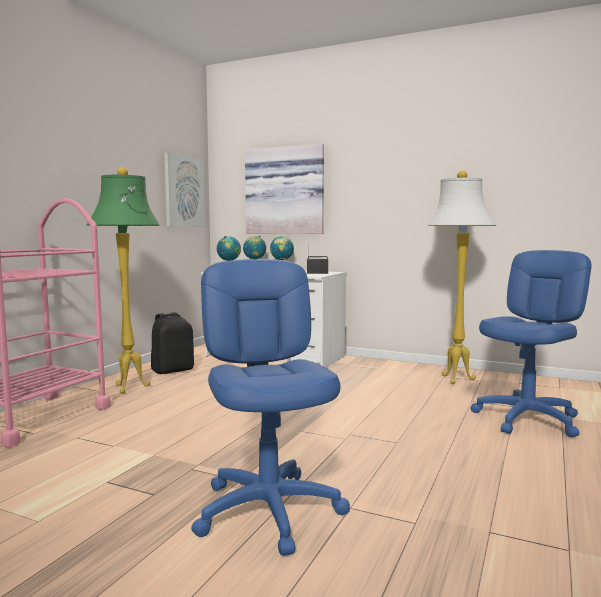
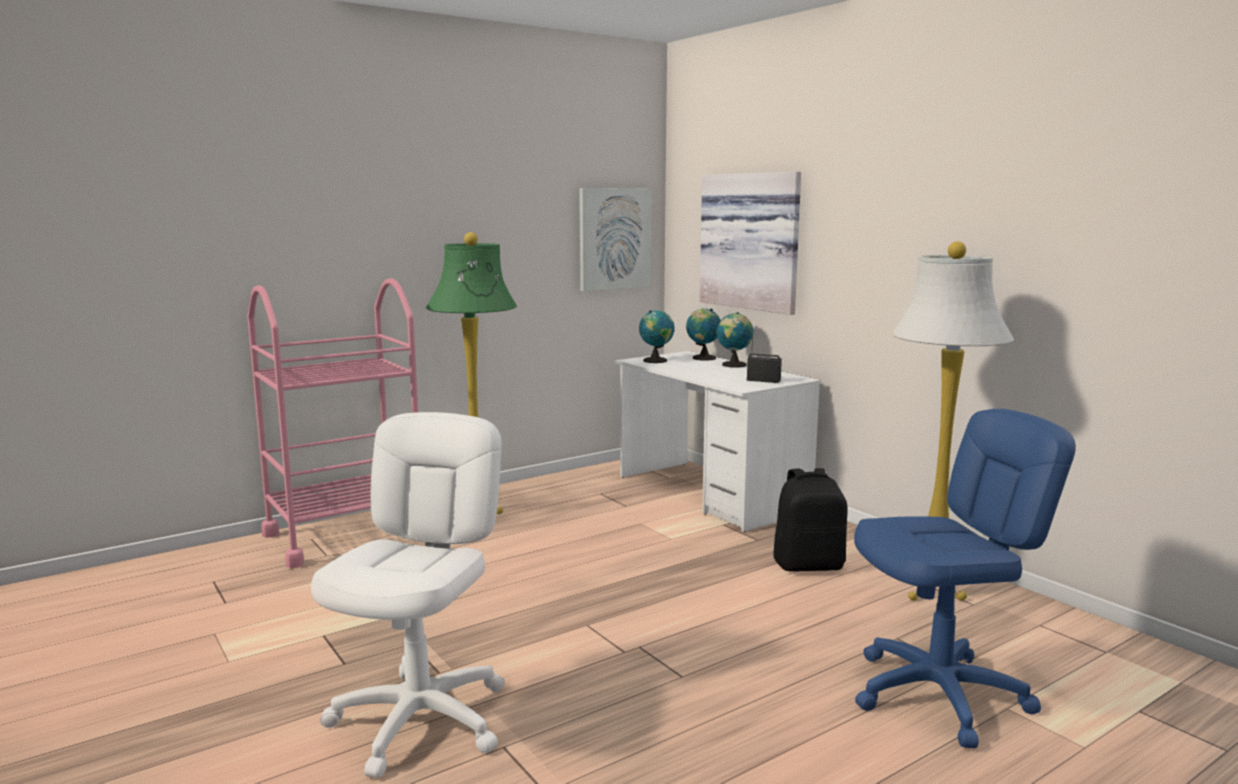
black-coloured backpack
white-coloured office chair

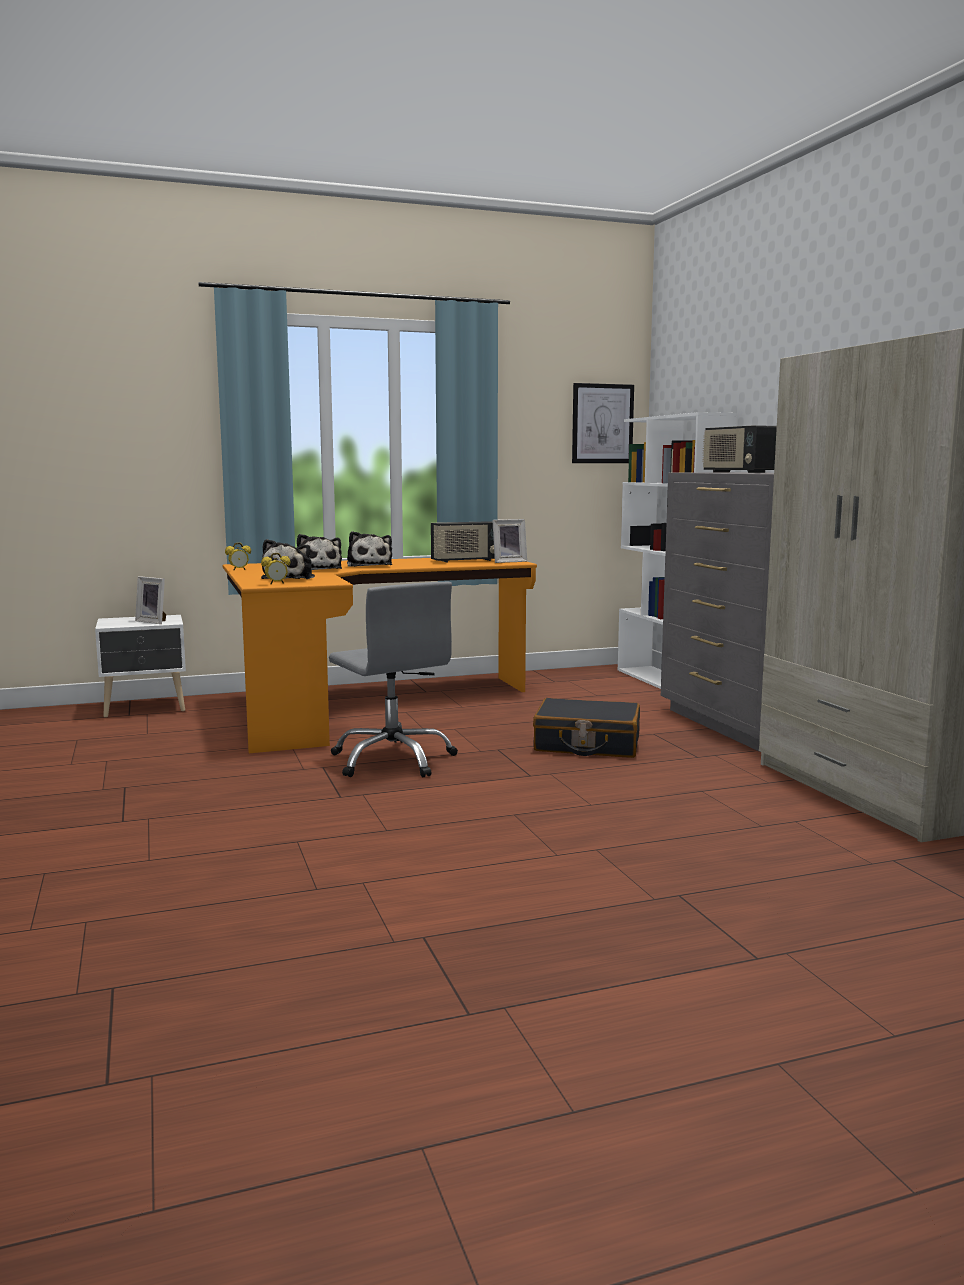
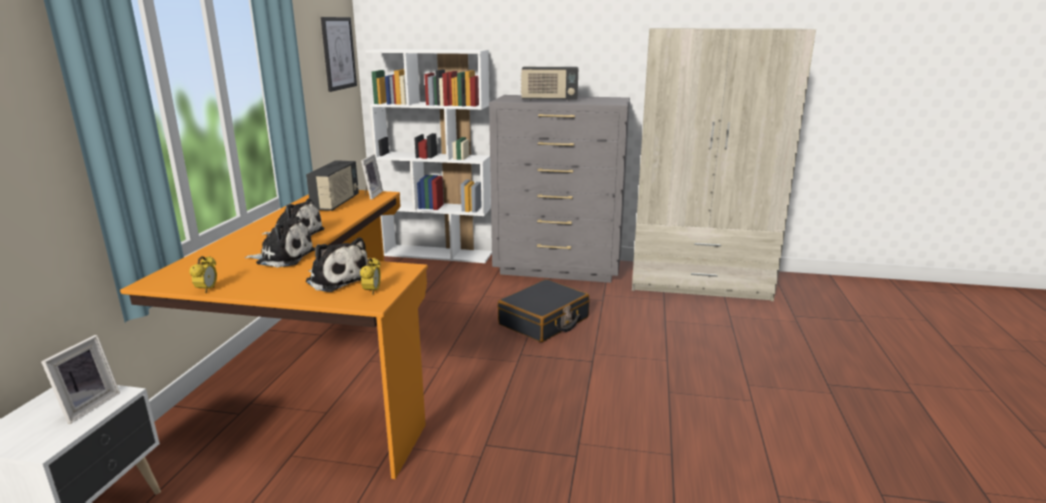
greyish office chair
picture frame (no. 1 from left)

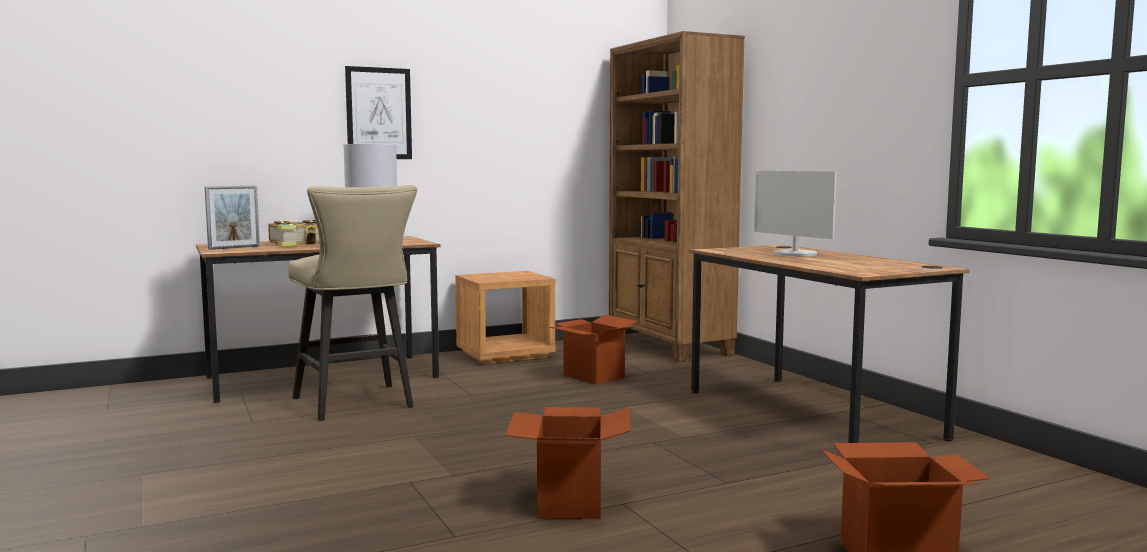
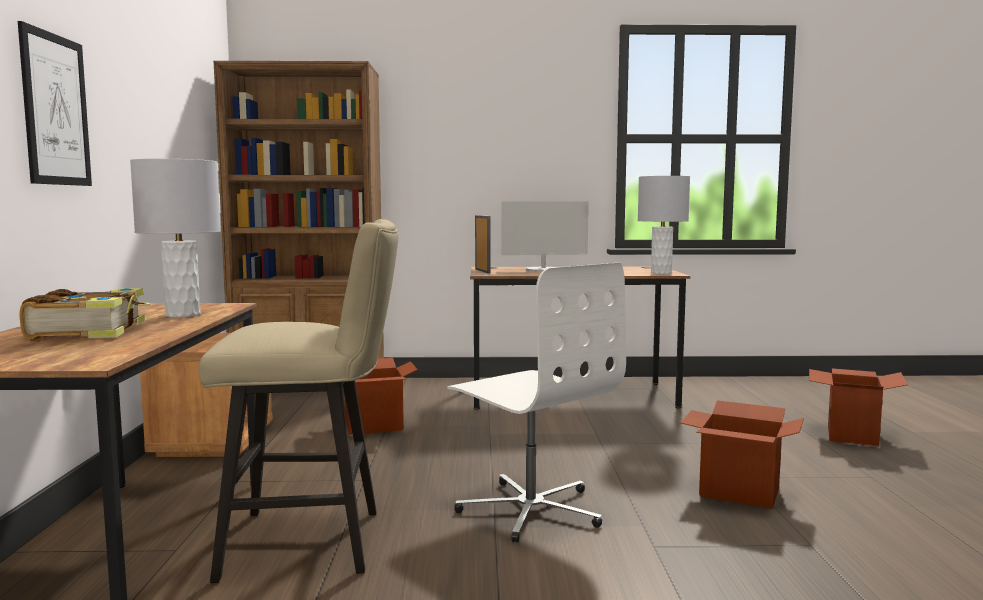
white-coloured office chair
greyish lamp for a table (no. 2 from left)
picture frame

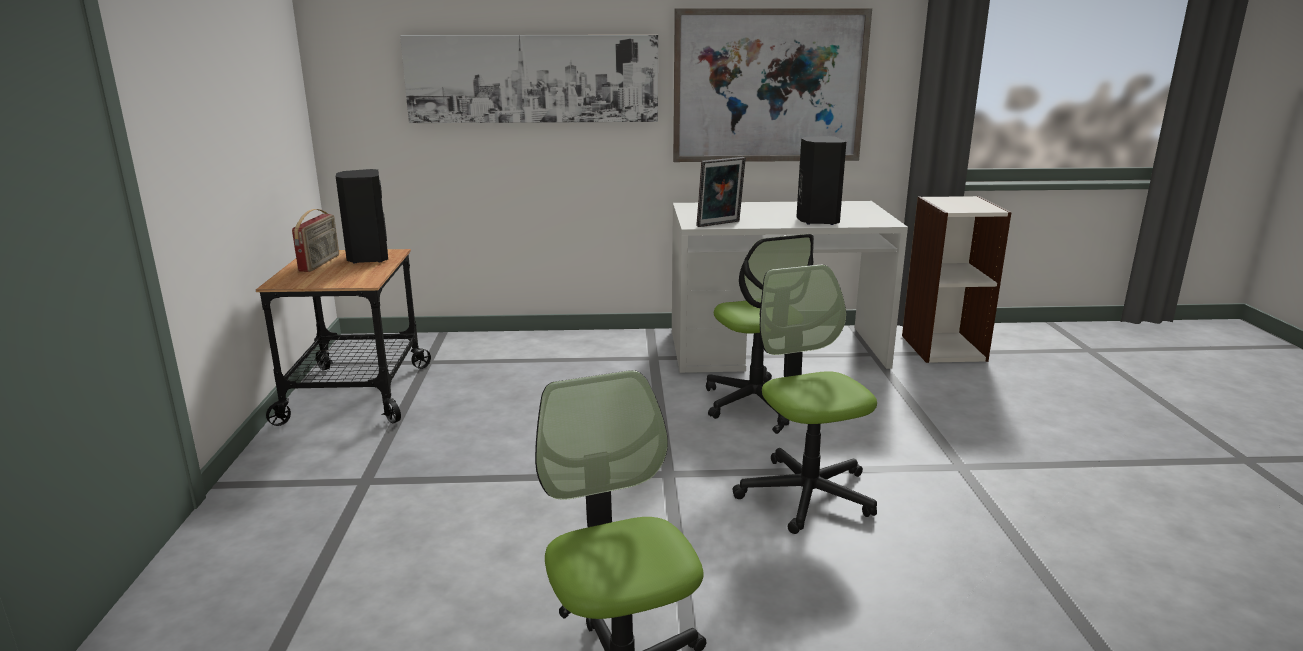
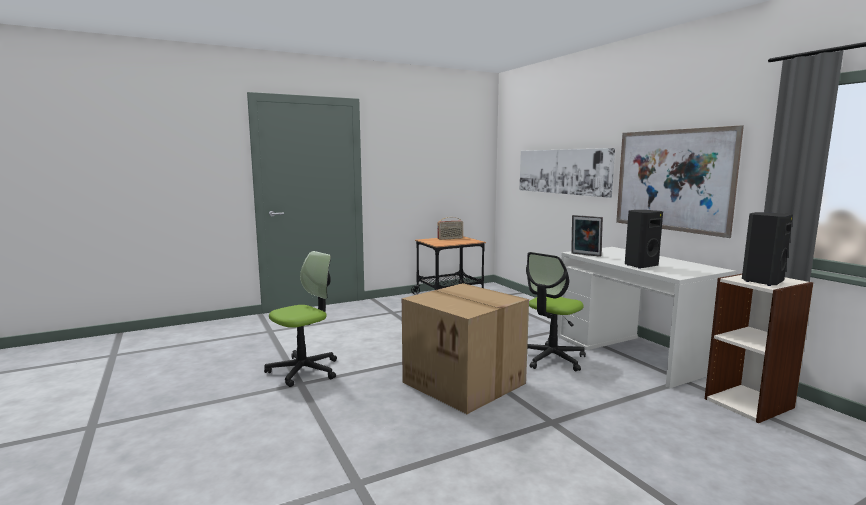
black-coloured loudspeaker (no. 2 from left)
cardboard box

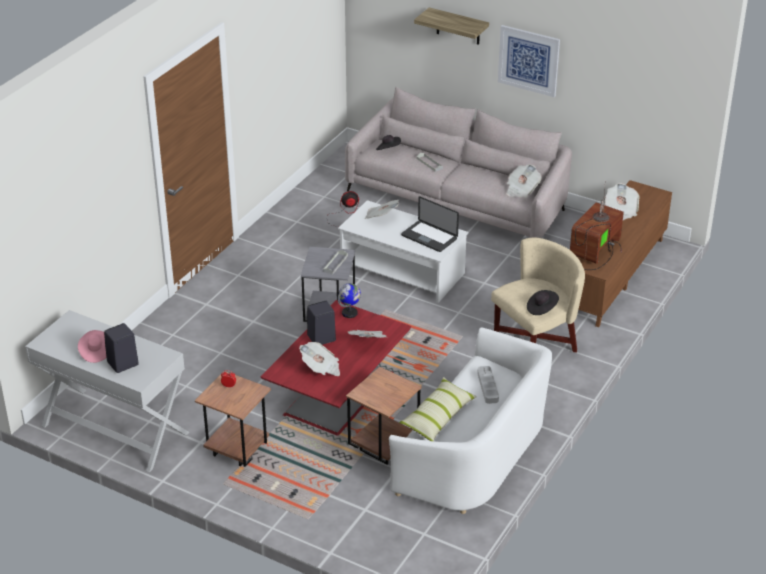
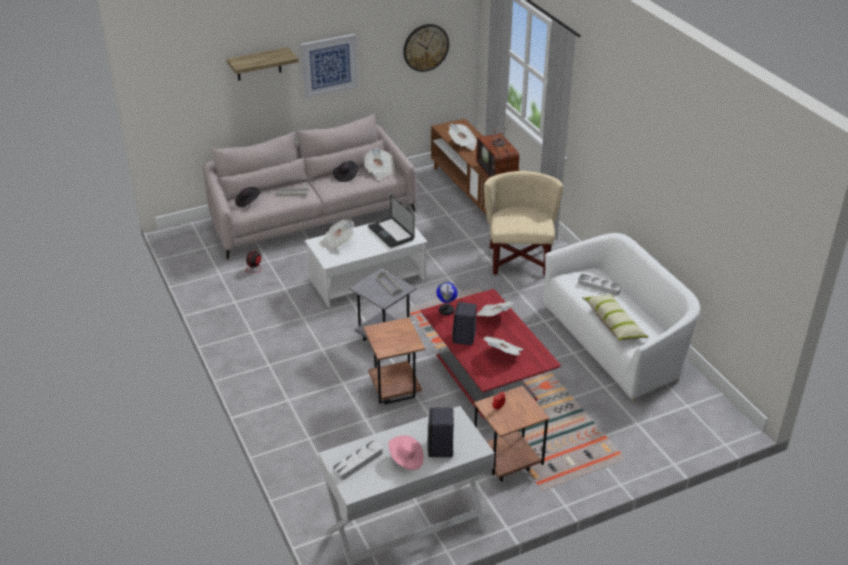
greyish carrying tray (no. 2 from left)
hanging clock
brown side table (no. 1 from left)
black-coloured clothing hat (no. 2 from left)
laptop

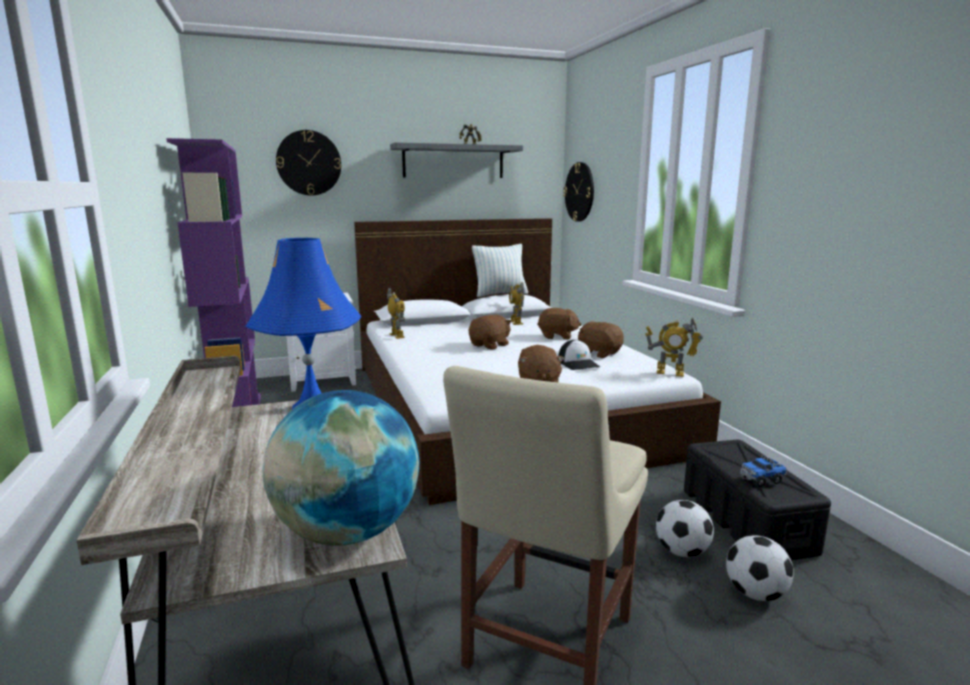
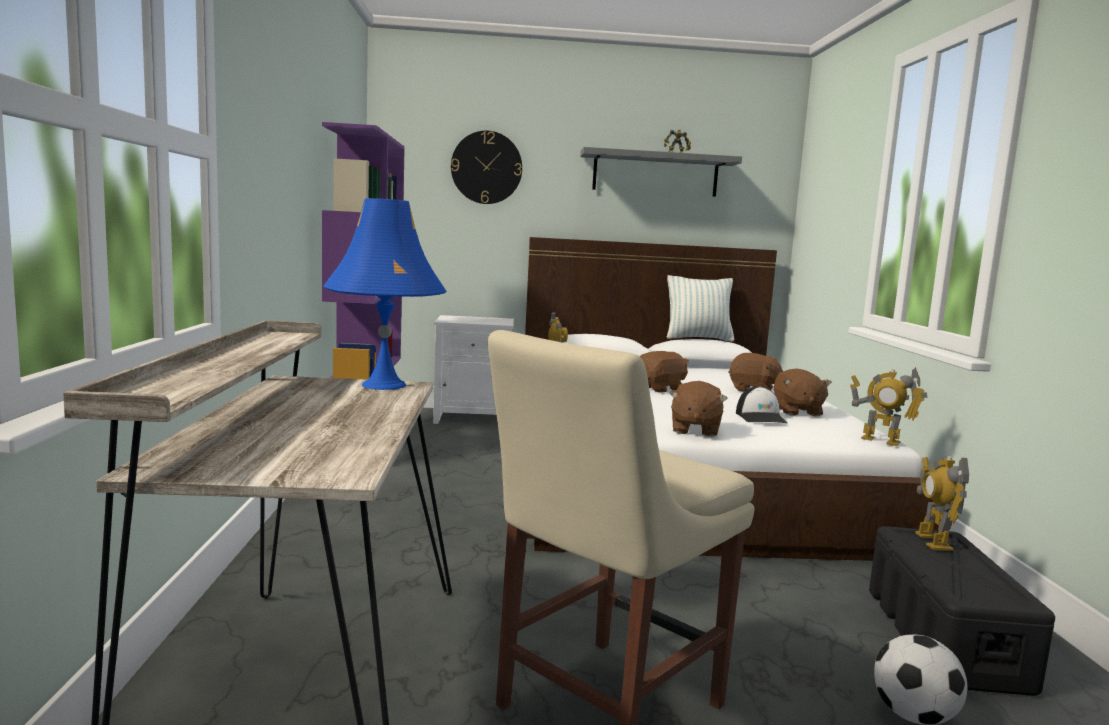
world globe
hanging clock (no. 2 from left in the first image)
ball for football (no. 1 from left in the first image)
toy lorry
robot figure (no. 4 from left)
brown cuddly toy (no. 4 from left)

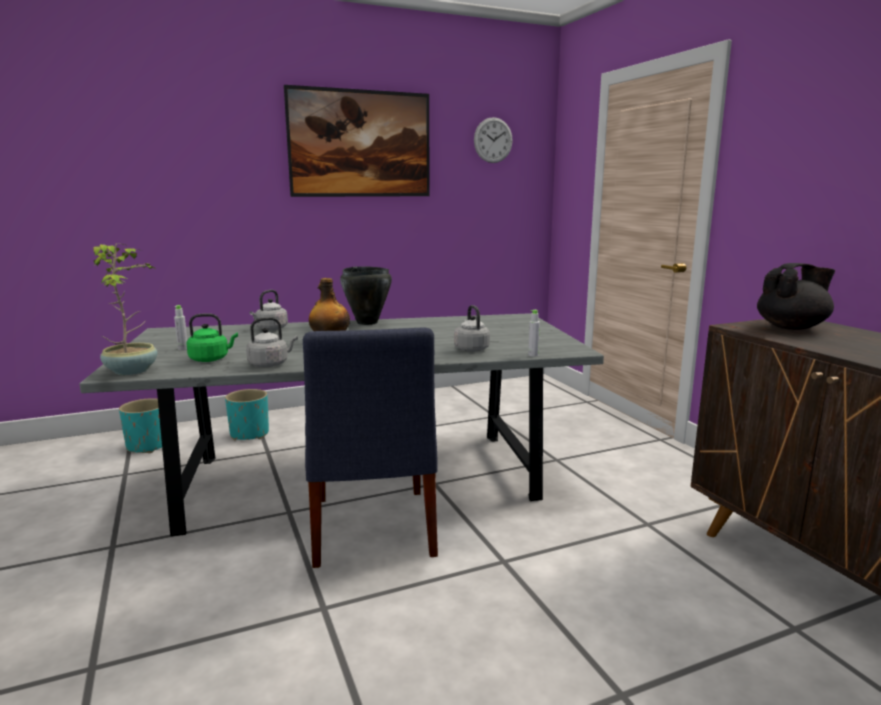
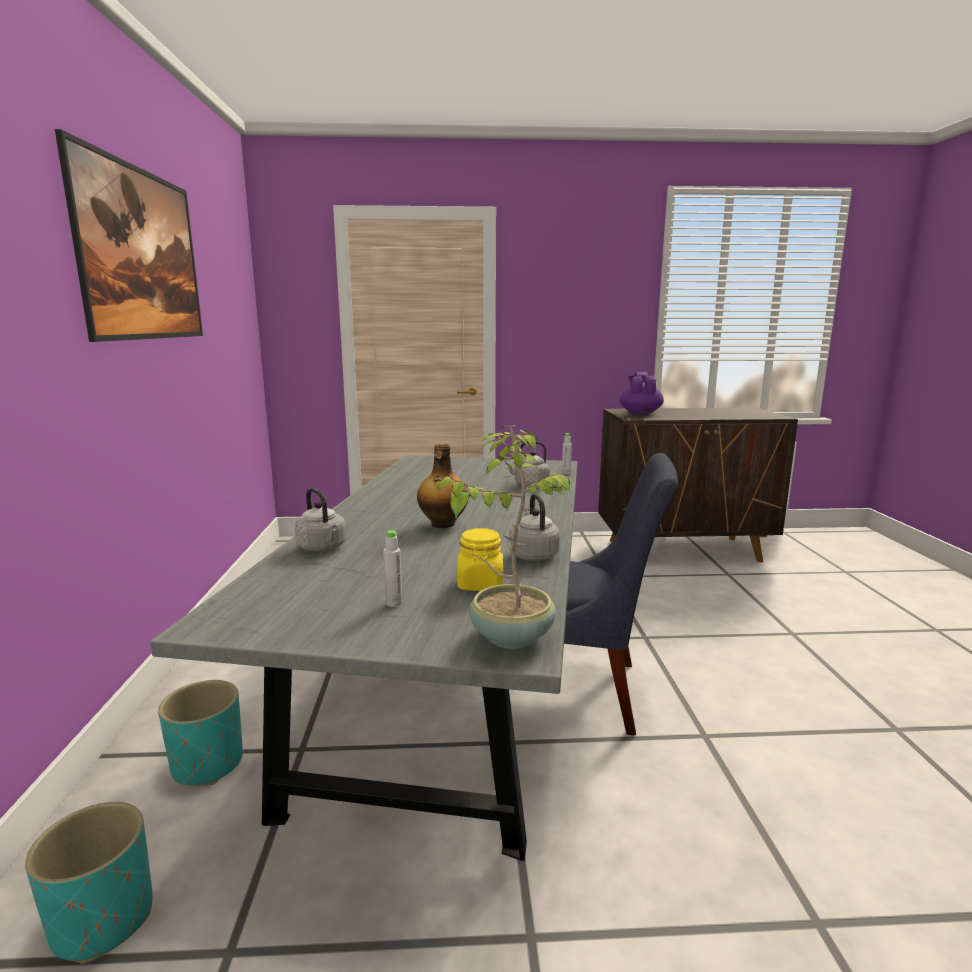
black-coloured stockpot
hanging clock
yellowish jar
purplish tea pot

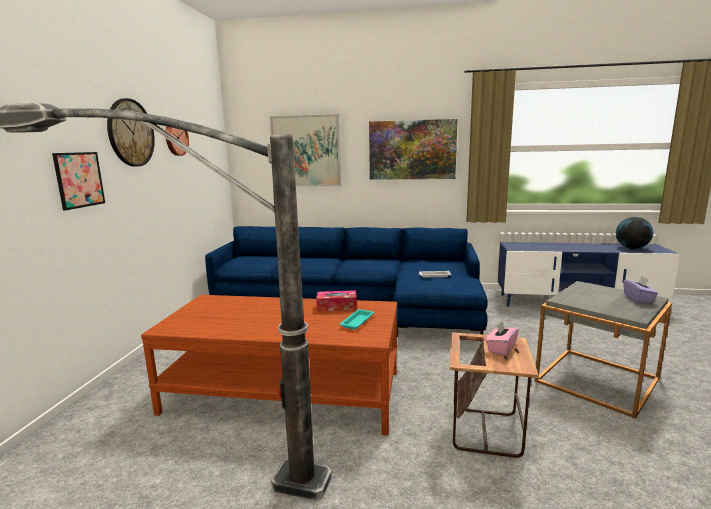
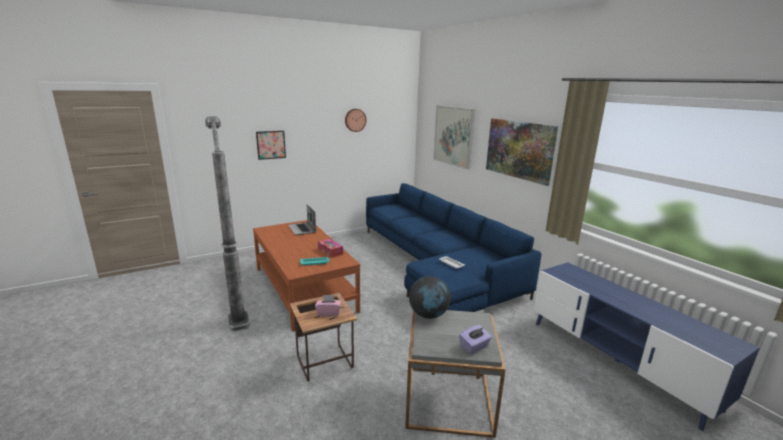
hanging clock (no. 1 from left in the first image)
laptop
world globe

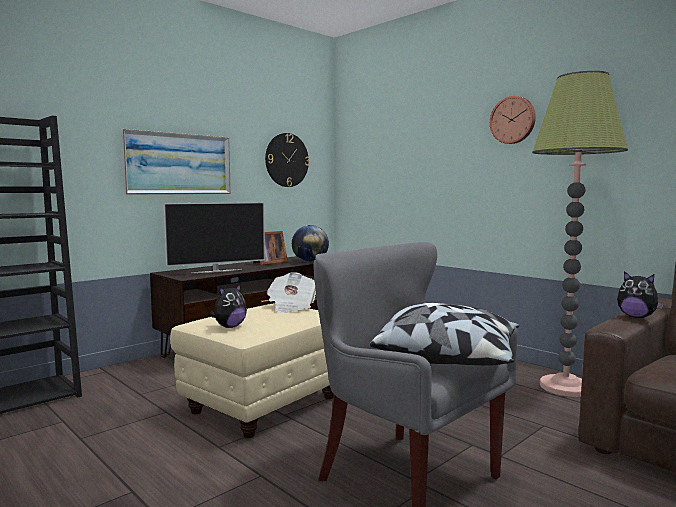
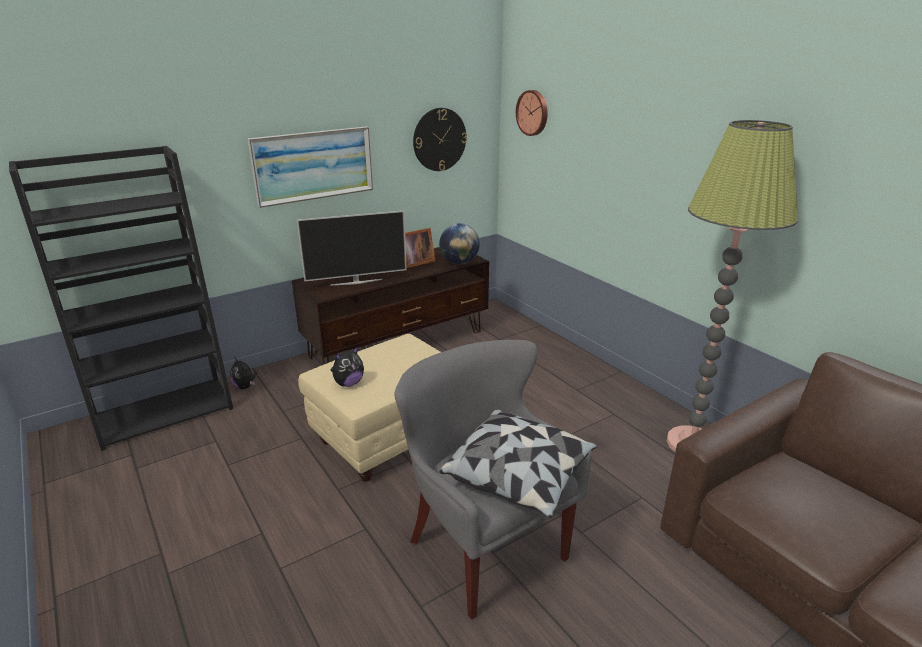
daily paper
hanging clock (no. 2 from left)
cuddly toy (no. 1 from left)

